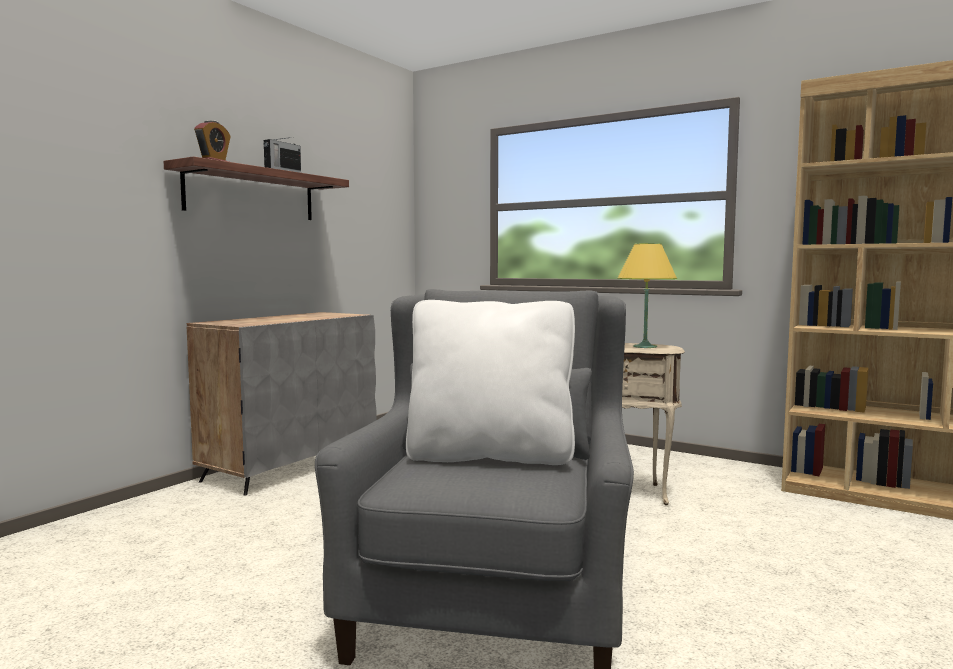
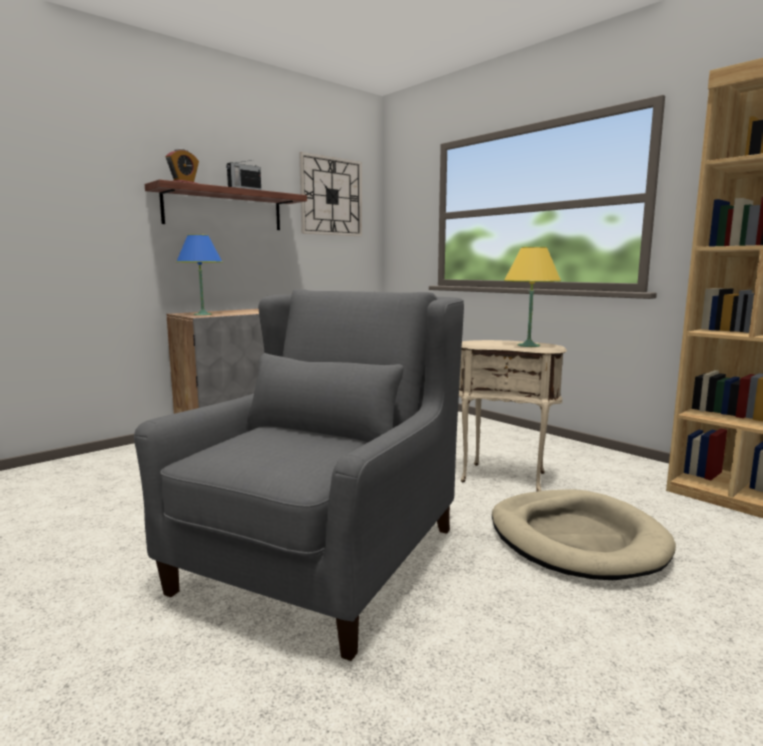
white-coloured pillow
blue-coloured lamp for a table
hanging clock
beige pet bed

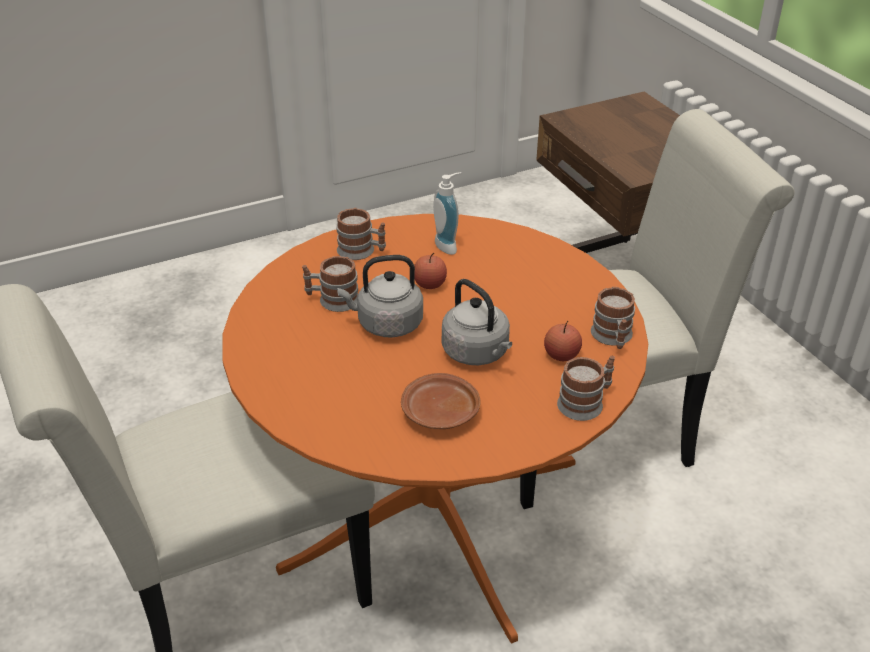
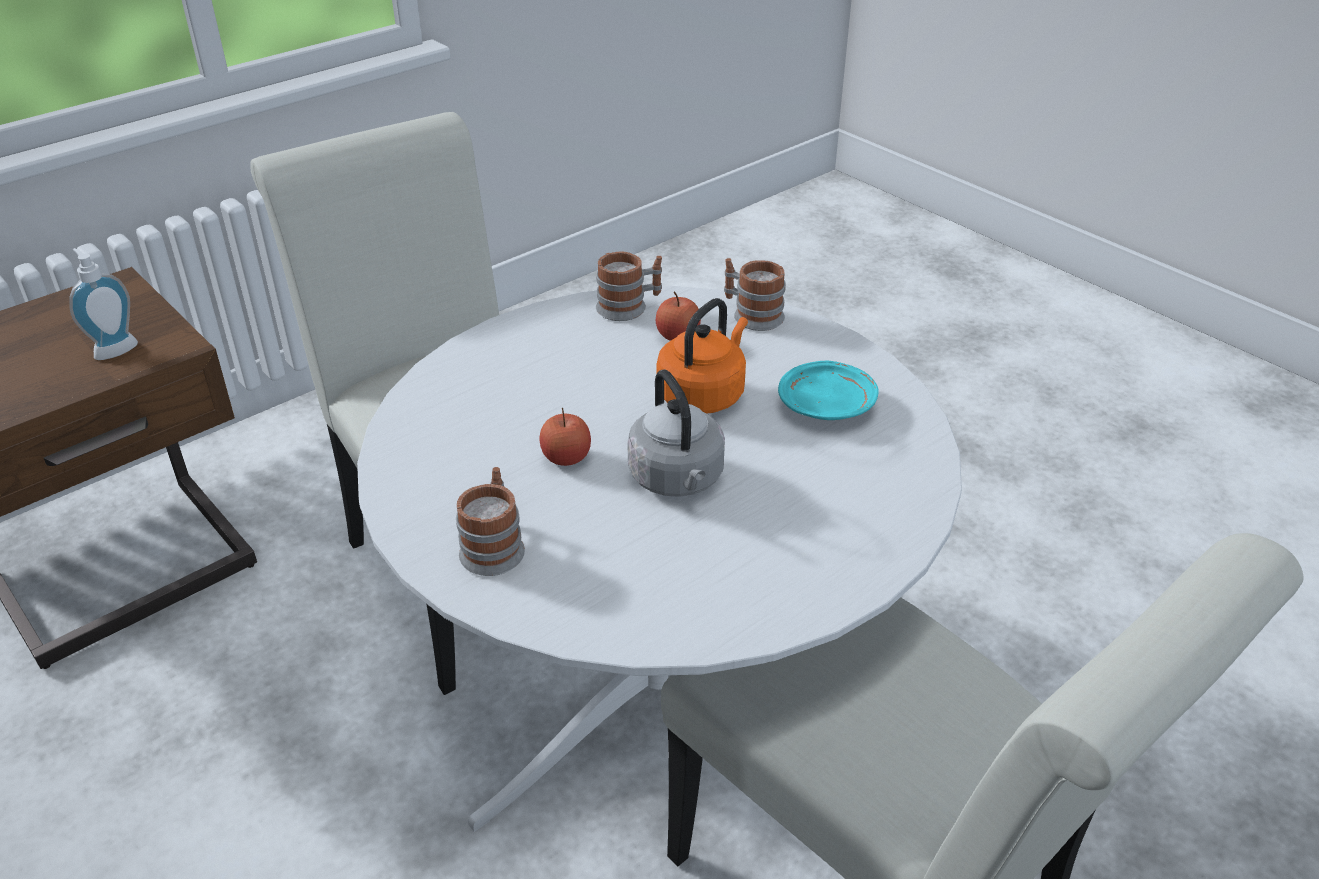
coffee mug (no. 1 from left in the first image)
soap bottle
white-coloured dinner table
turquoise-coloured flat dish
orangey tea kettle

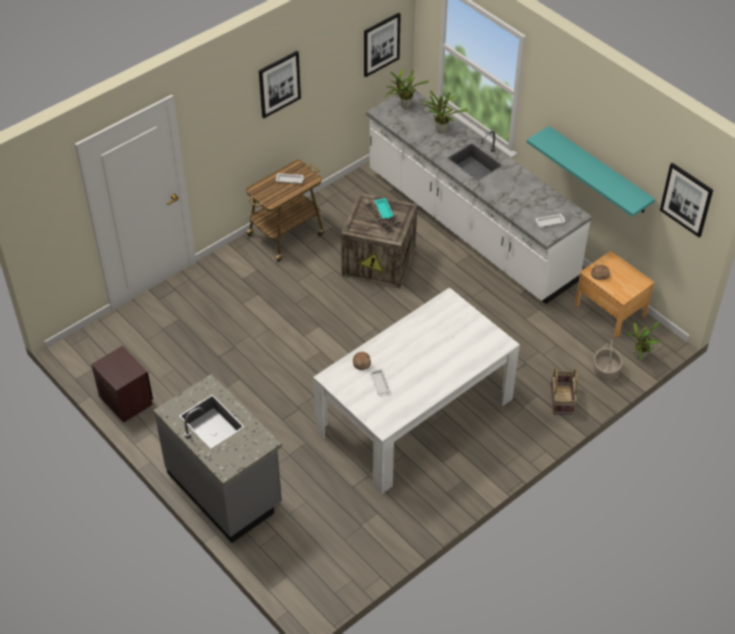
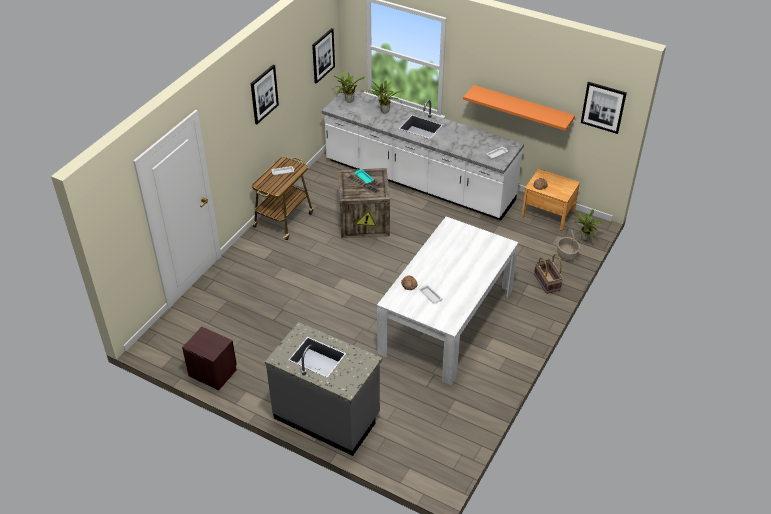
orangey shelf

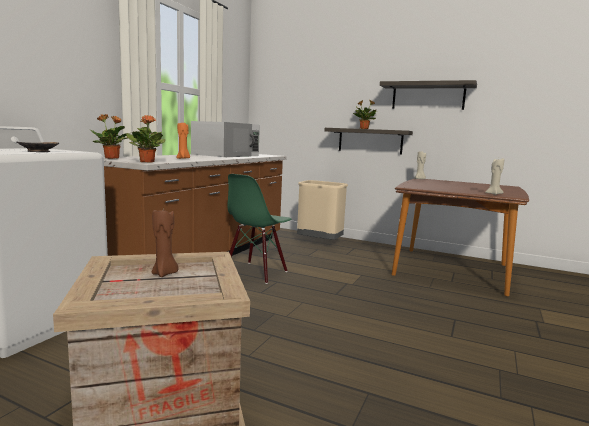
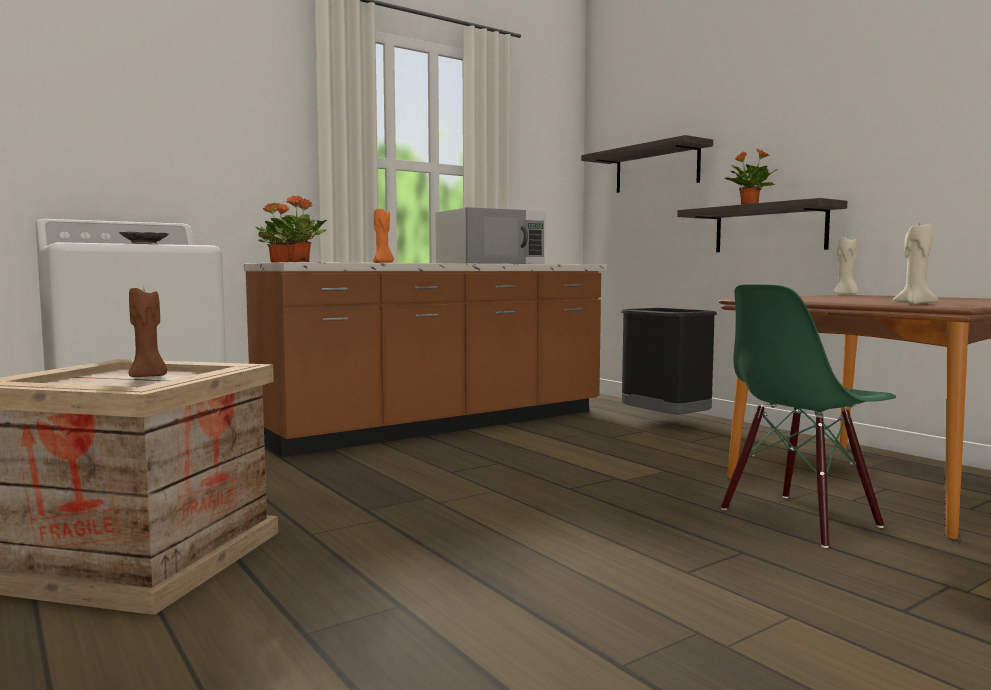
green-coloured plain chair
shelf (no. 1 from left)
black-coloured trash can

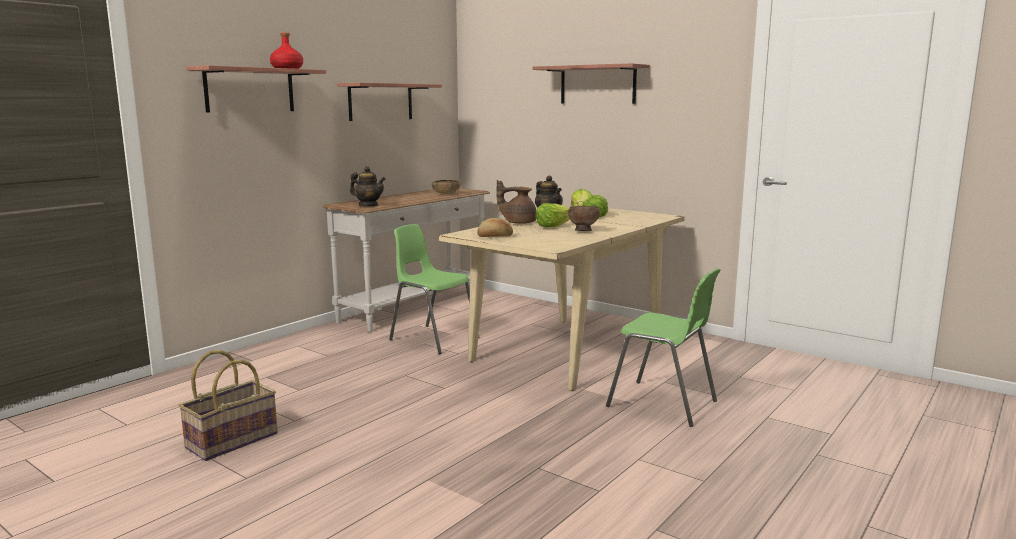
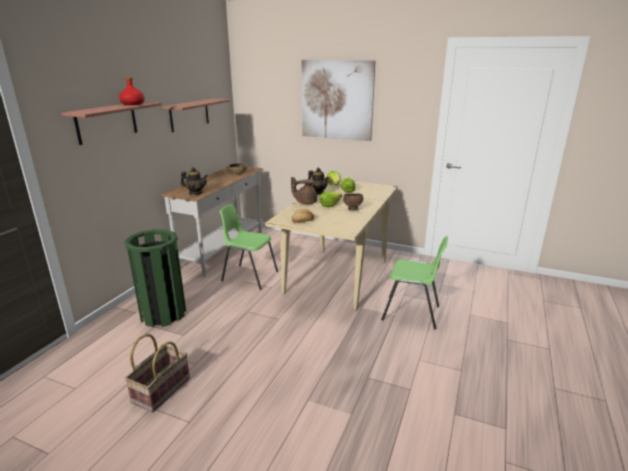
green-coloured trash can
picture

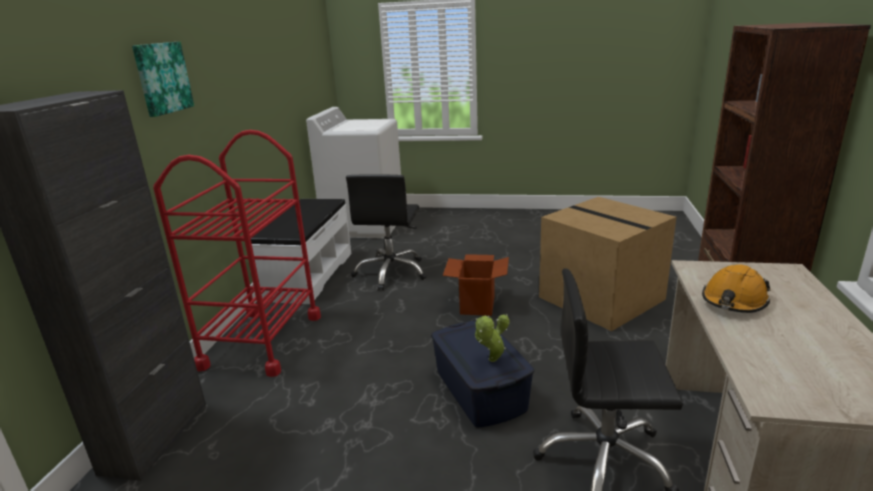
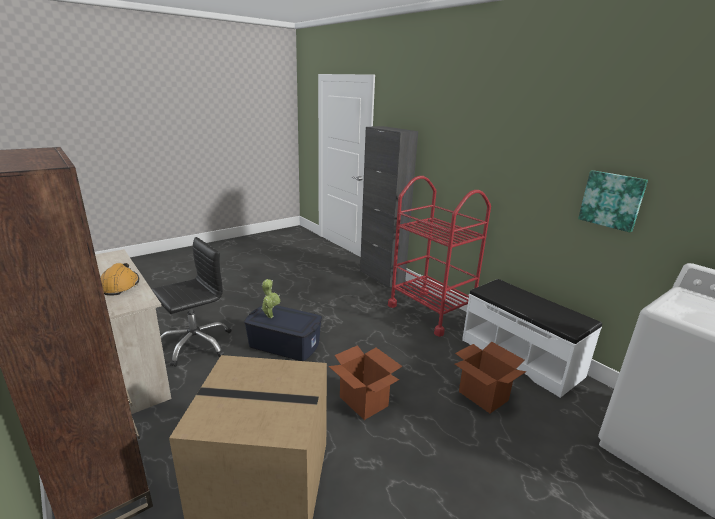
picture
cardboard box (no. 3 from left)

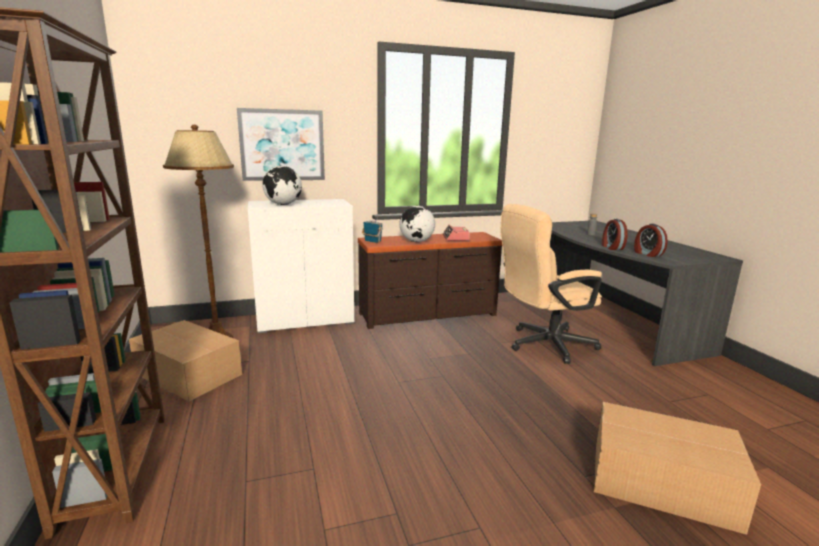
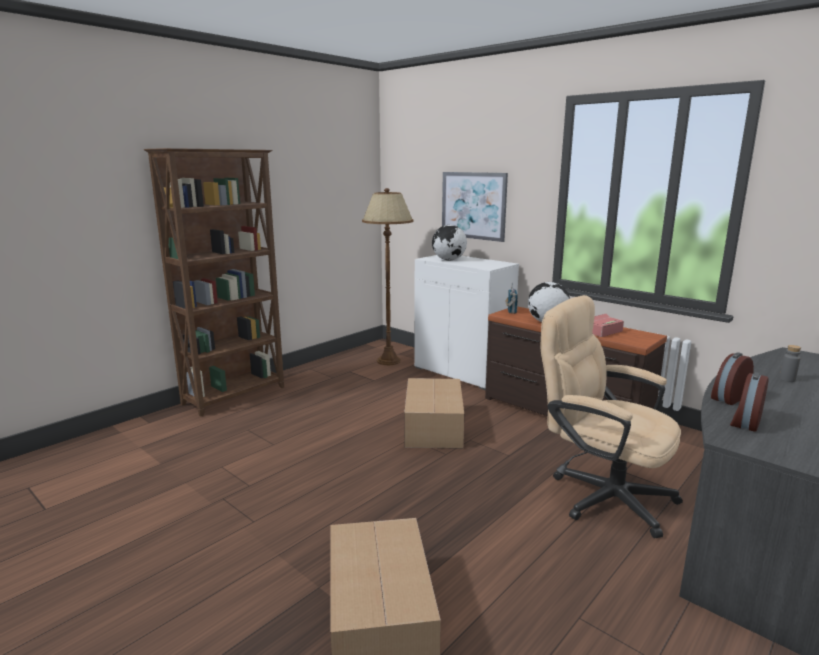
cardboard box (no. 2 from left)

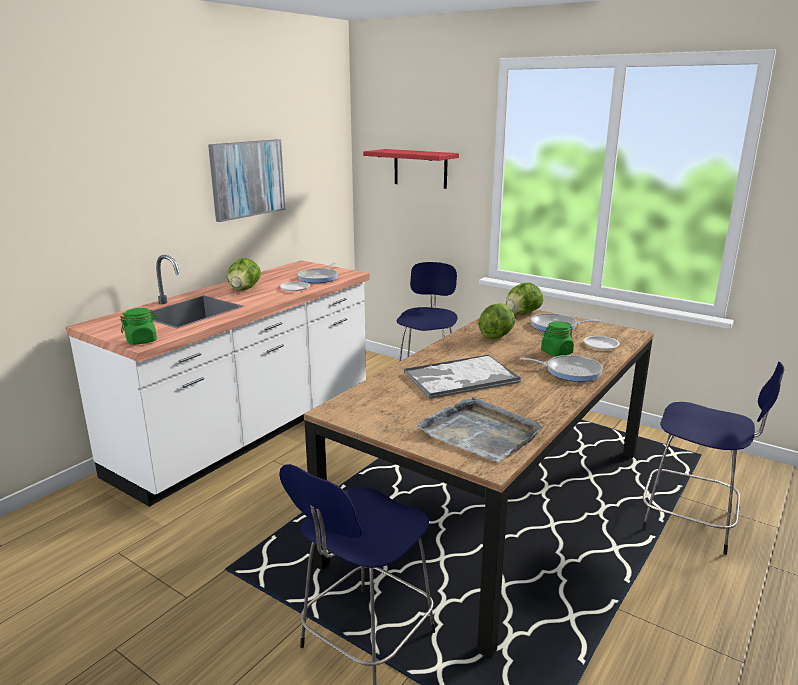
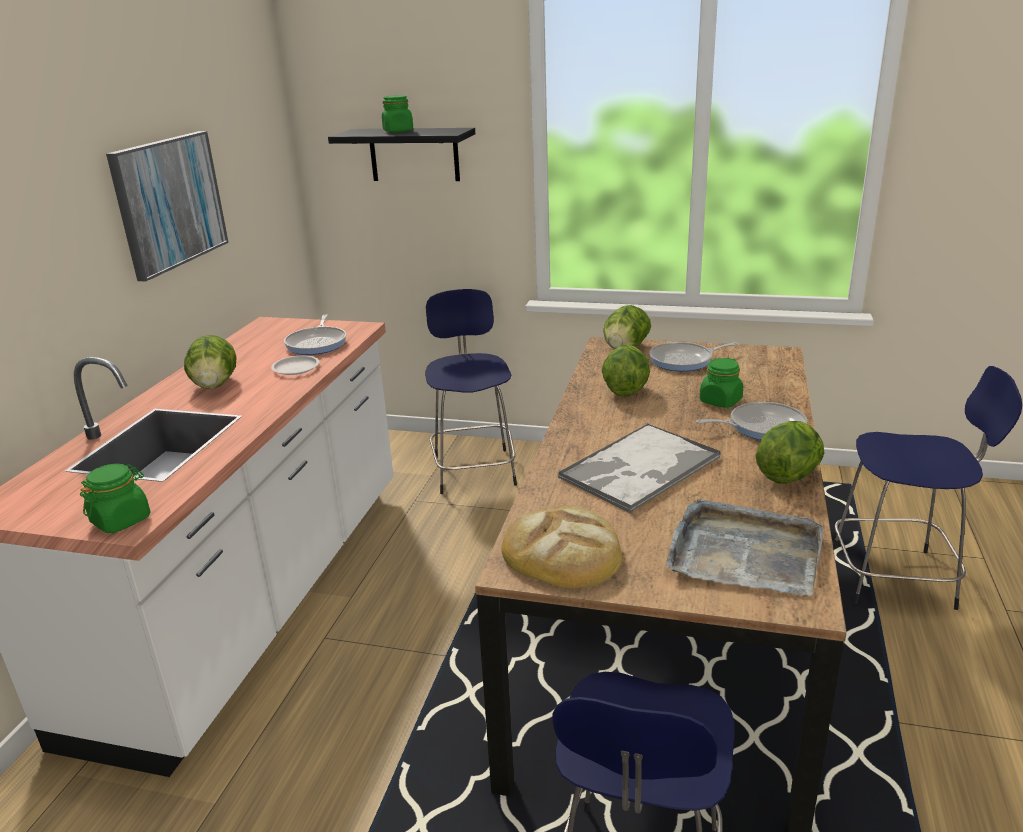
white-coloured flat dish (no. 2 from left in the first image)
green-coloured jar (no. 2 from left)
bread
lettuce (no. 4 from left)
black-coloured shelf

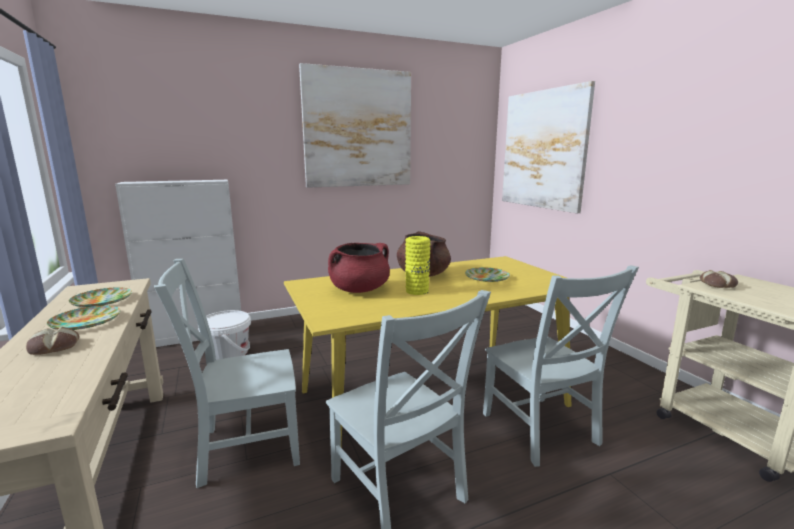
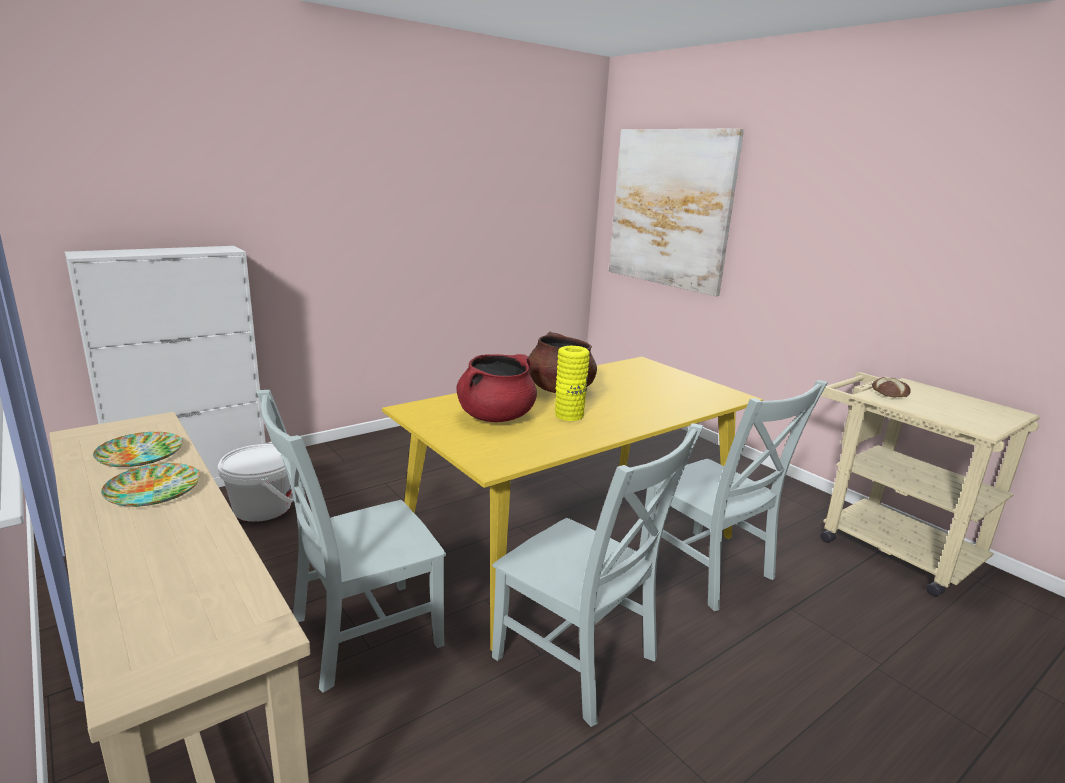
bread (no. 1 from left in the first image)
picture (no. 1 from left in the first image)
flat dish (no. 3 from left in the first image)

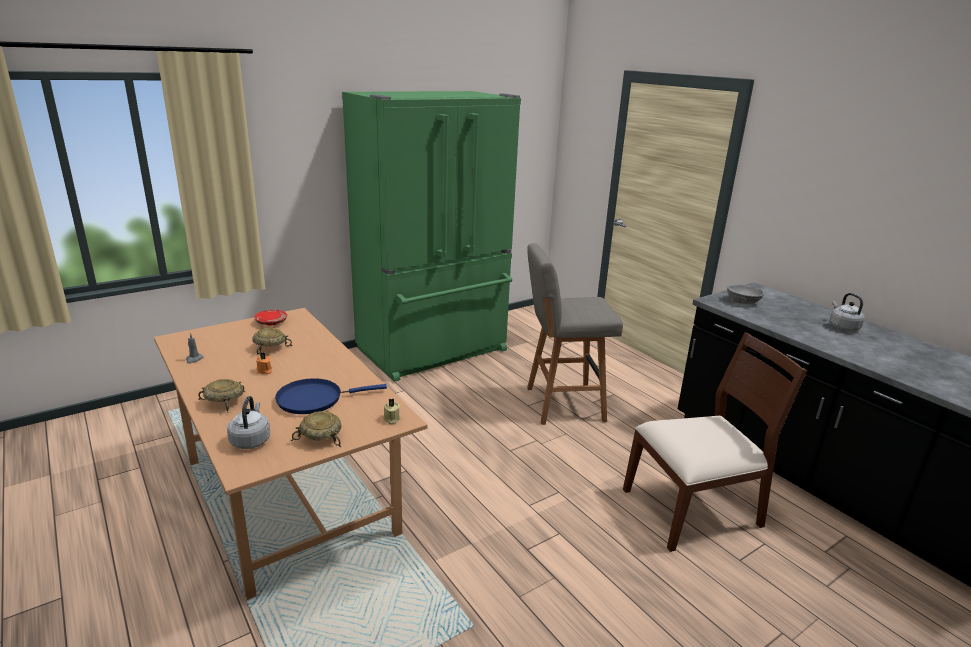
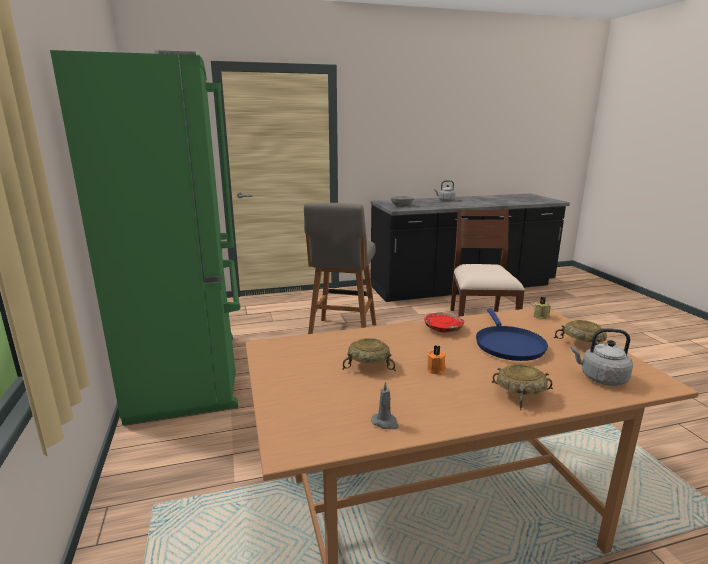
red-coloured flat dish

